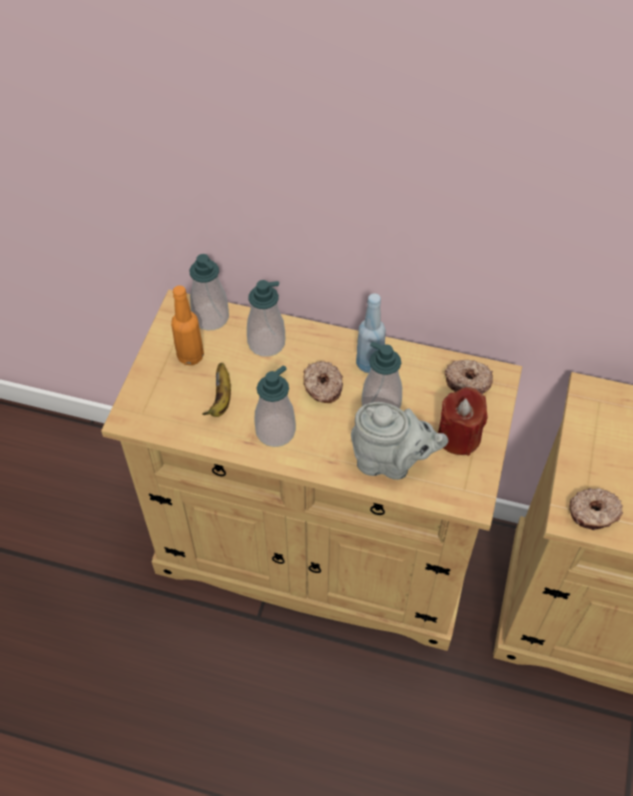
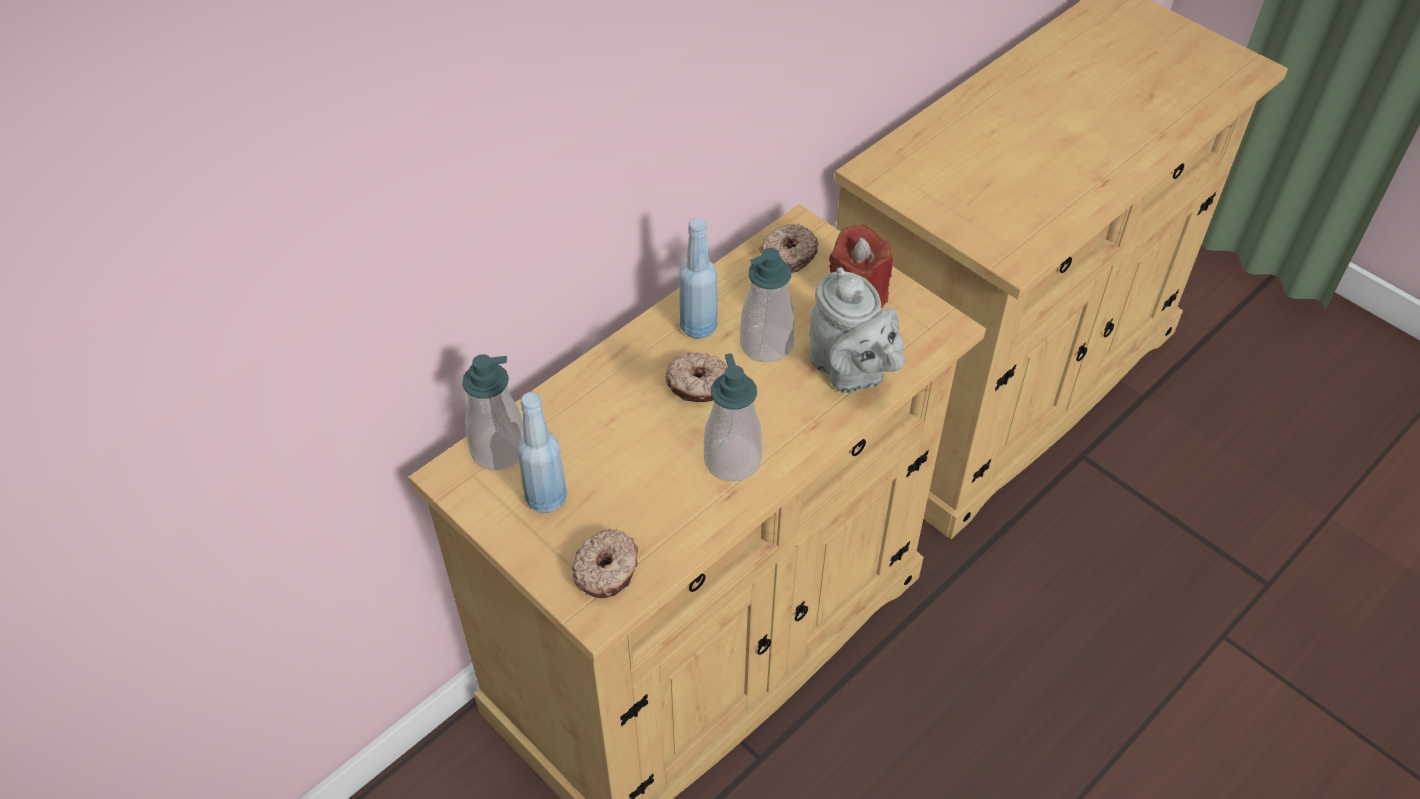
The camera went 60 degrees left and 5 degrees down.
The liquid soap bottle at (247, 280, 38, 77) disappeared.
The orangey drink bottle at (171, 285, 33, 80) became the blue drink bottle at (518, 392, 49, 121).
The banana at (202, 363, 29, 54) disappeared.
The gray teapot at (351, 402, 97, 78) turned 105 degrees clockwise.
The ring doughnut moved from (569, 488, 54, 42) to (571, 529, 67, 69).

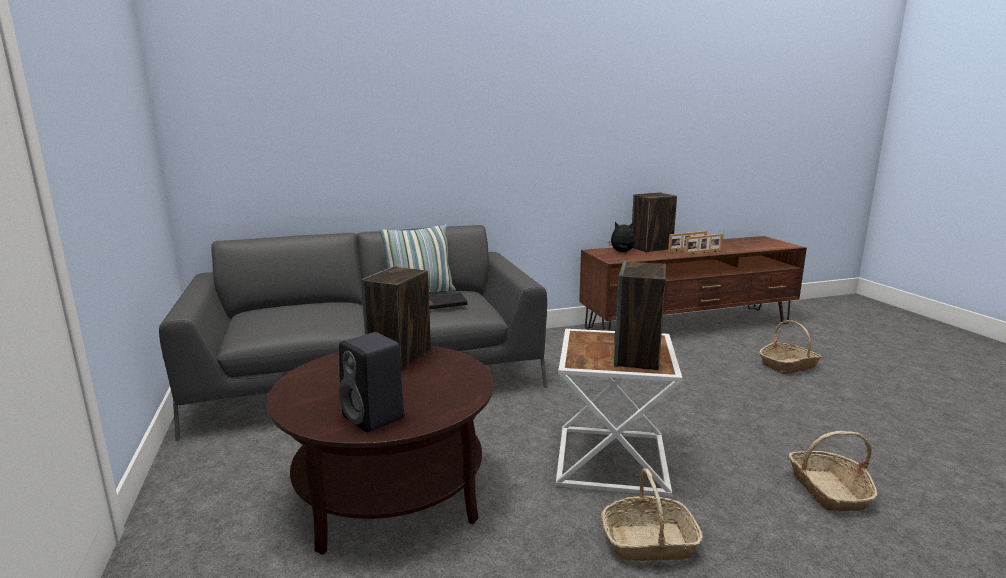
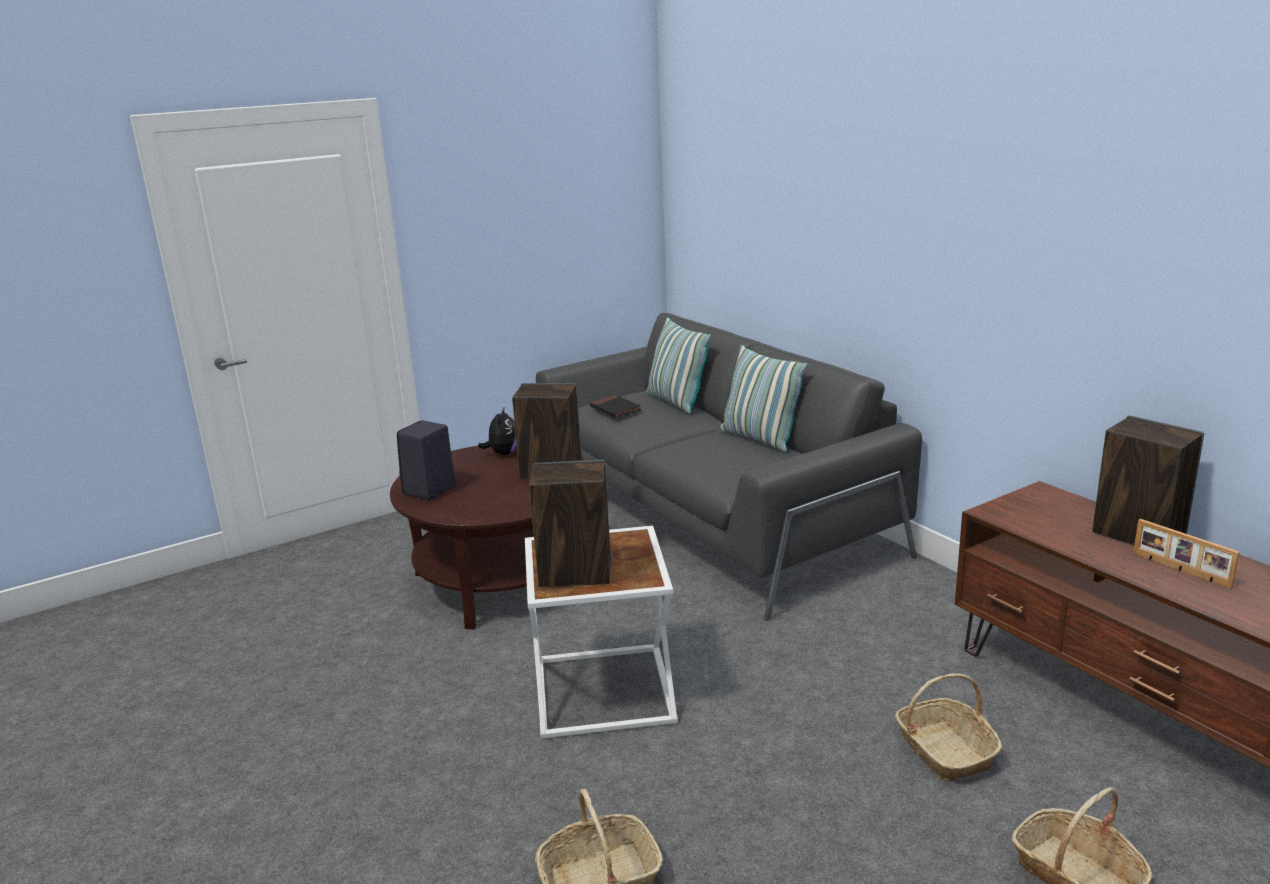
The camera went 75 degrees right and 5 degrees up.
The plush toy moved from (608, 222, 27, 30) to (478, 408, 39, 47).
The standing frame at (685, 234, 38, 21) disappeared.
The black book moved from (429, 292, 38, 18) to (590, 395, 51, 23).
The storage basket moved from (601, 469, 102, 92) to (895, 674, 108, 108).
The cushion at (646, 317, 65, 97) appeared.

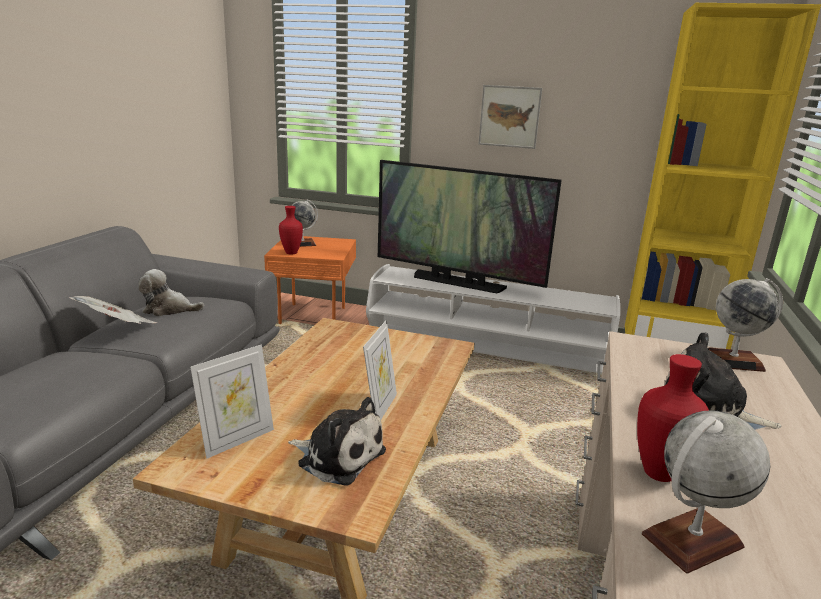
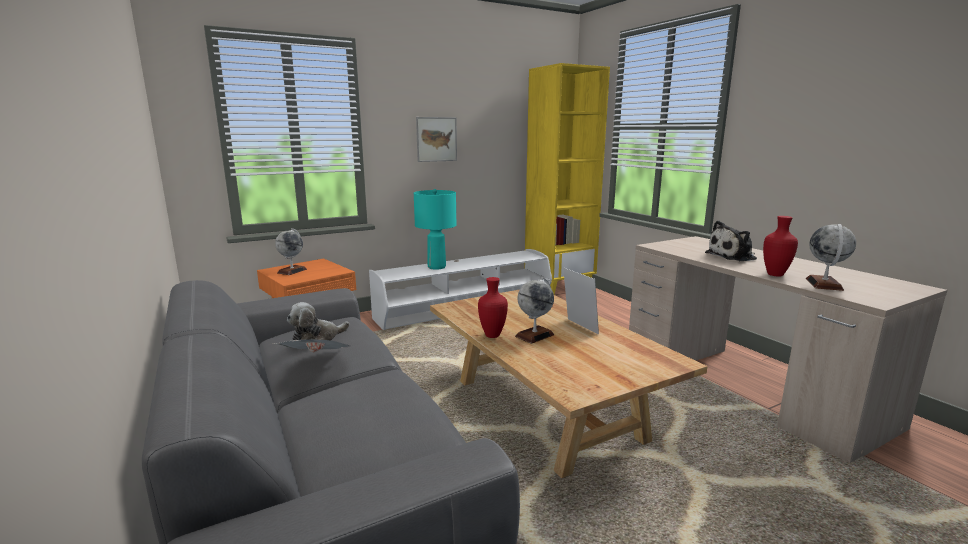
The camera went 45 degrees left and 5 degrees down.
The TV set at (378, 160, 184, 133) was replaced by the blue-green table lamp at (414, 189, 42, 81).
The red-coloured vase moved from (279, 206, 24, 48) to (478, 277, 30, 61).
The world globe moved from (708, 278, 75, 94) to (515, 277, 39, 67).
The standing frame at (190, 344, 84, 115) disappeared.
The plush toy at (288, 397, 98, 88) disappeared.

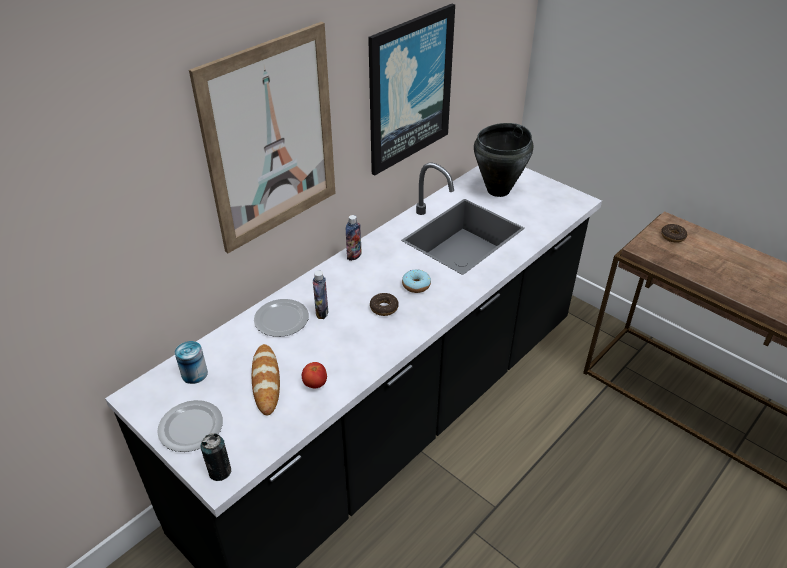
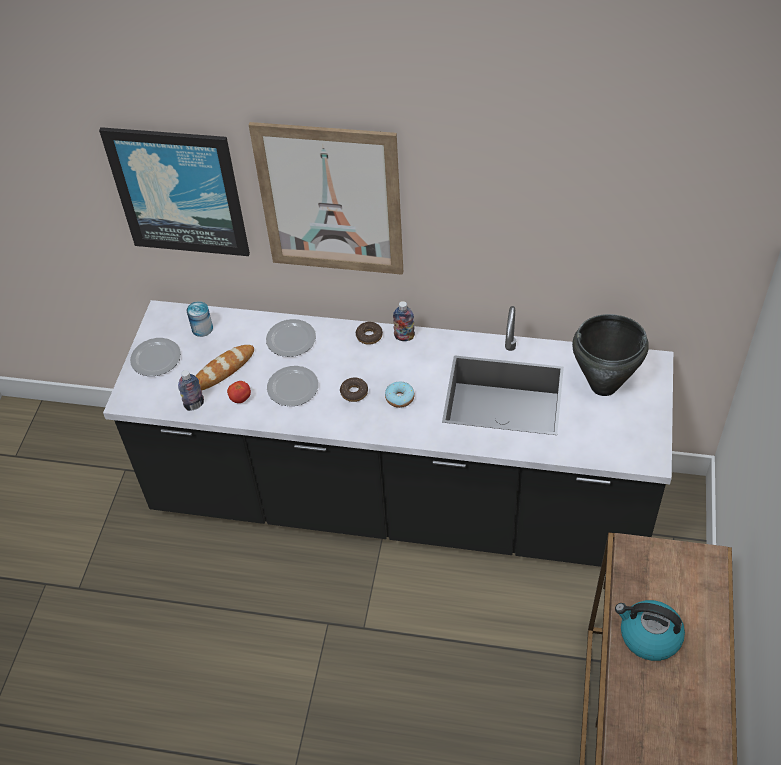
The camera went 60 degrees right and 10 degrees up.
The picture moved from (368, 4, 87, 172) to (99, 127, 151, 129).
The ring doughnut moved from (661, 224, 26, 19) to (356, 321, 27, 24).
The drink bottle moved from (313, 271, 15, 48) to (178, 370, 26, 41).
The can at (200, 433, 32, 48) disappeared.
The flat dish at (267, 366, 52, 40) appeared.
The water kettle at (615, 600, 70, 61) appeared.

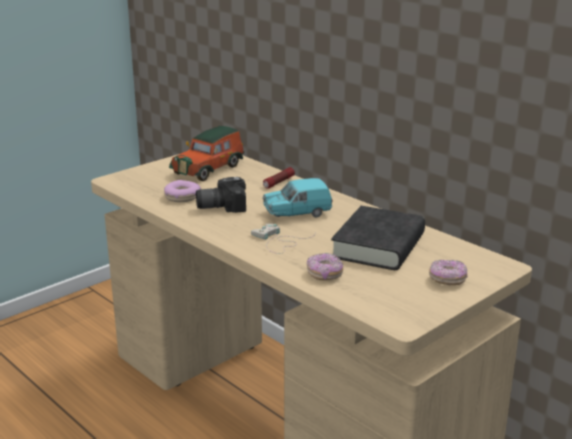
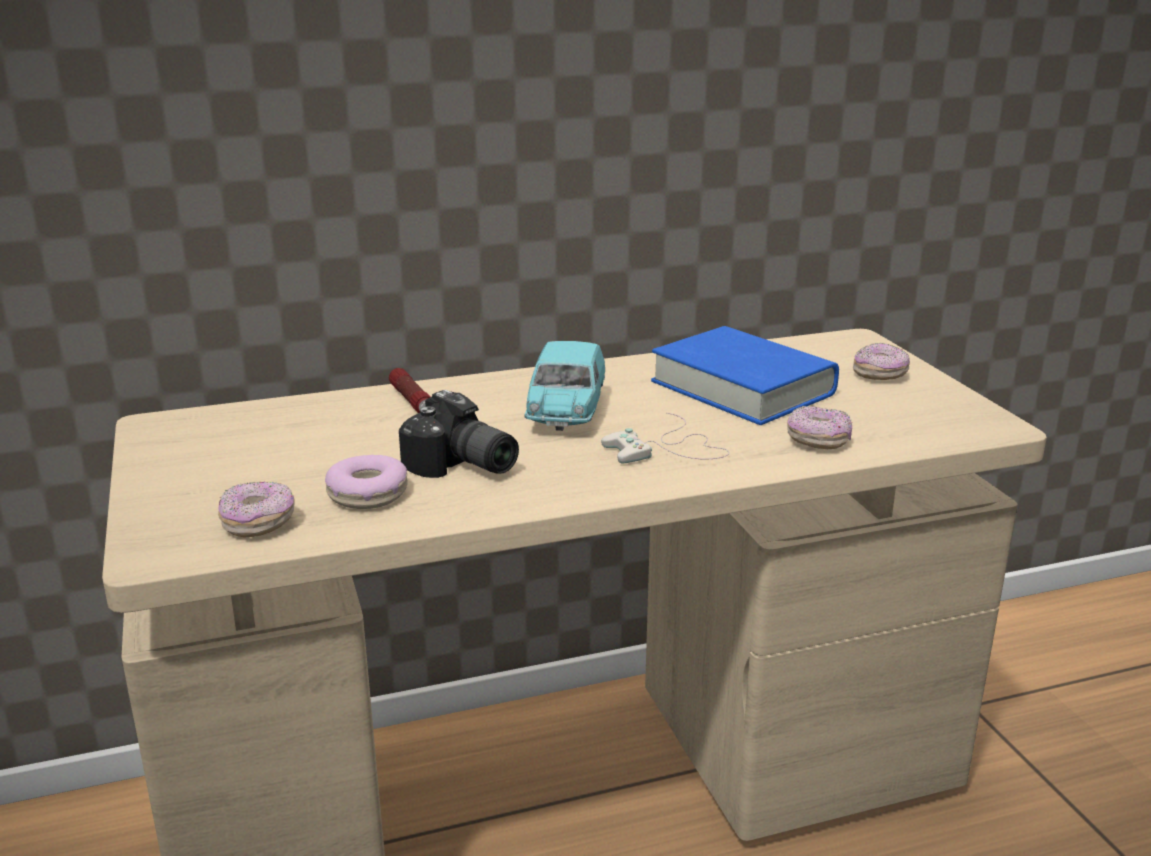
The camera went 65 degrees left and 0 degrees up.
The toy car at (169, 126, 75, 55) disappeared.
The still camera at (196, 177, 50, 36) turned 60 degrees counterclockwise.
The black book at (331, 206, 94, 64) became the blue book at (651, 326, 188, 99).
The ring doughnut at (218, 482, 77, 56) appeared.

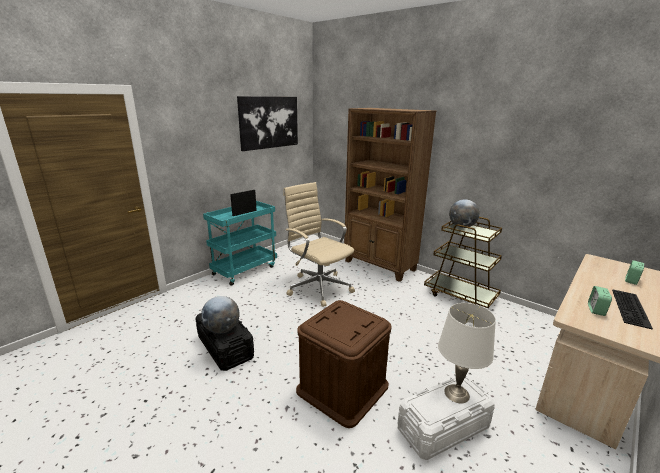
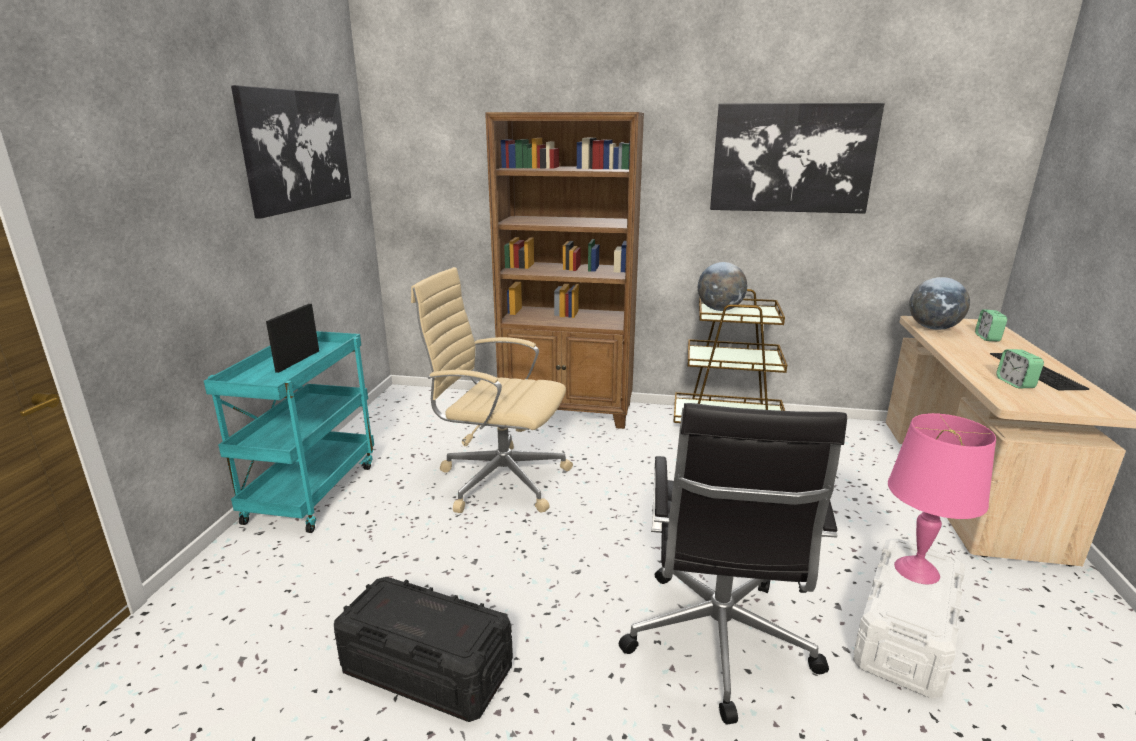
The camera went 30 degrees left and 0 degrees up.
The world globe moved from (201, 296, 39, 38) to (909, 277, 61, 53).
The brownish storage bin at (296, 300, 95, 128) was replaced by the black desk chair at (619, 403, 228, 322).
The white-coloured table lamp at (438, 303, 58, 100) became the pink table lamp at (888, 413, 108, 171).
The picture at (710, 103, 174, 110) appeared.

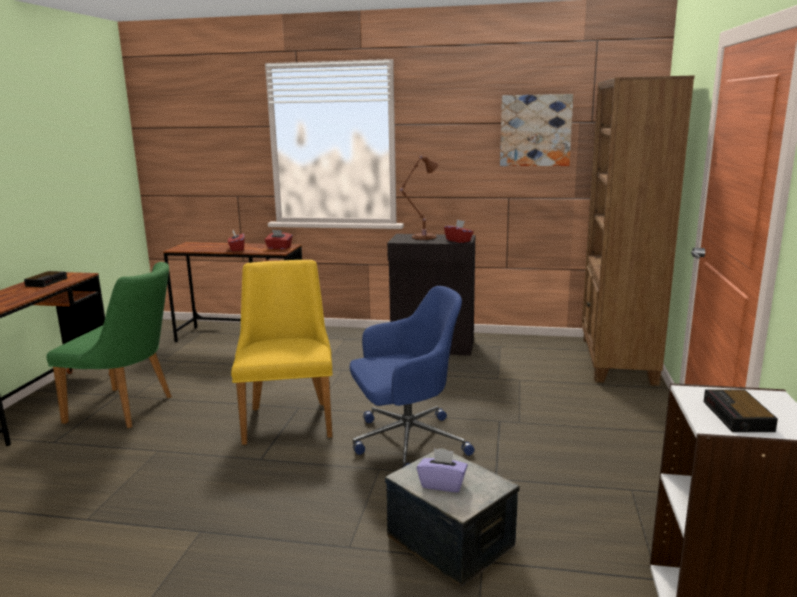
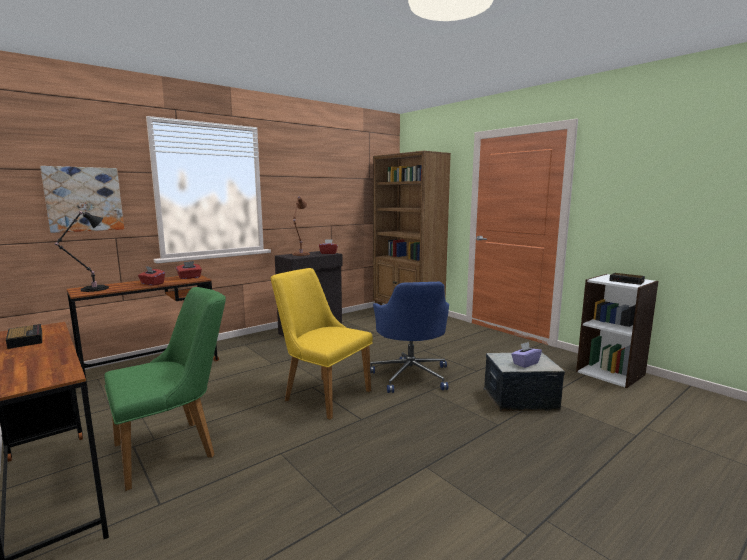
The camera went 50 degrees left and 5 degrees down.
The picture moved from (500, 94, 74, 72) to (40, 166, 84, 67).
The blue desk chair at (350, 286, 124, 181) turned 150 degrees clockwise.
The black table lamp at (55, 211, 54, 81) appeared.

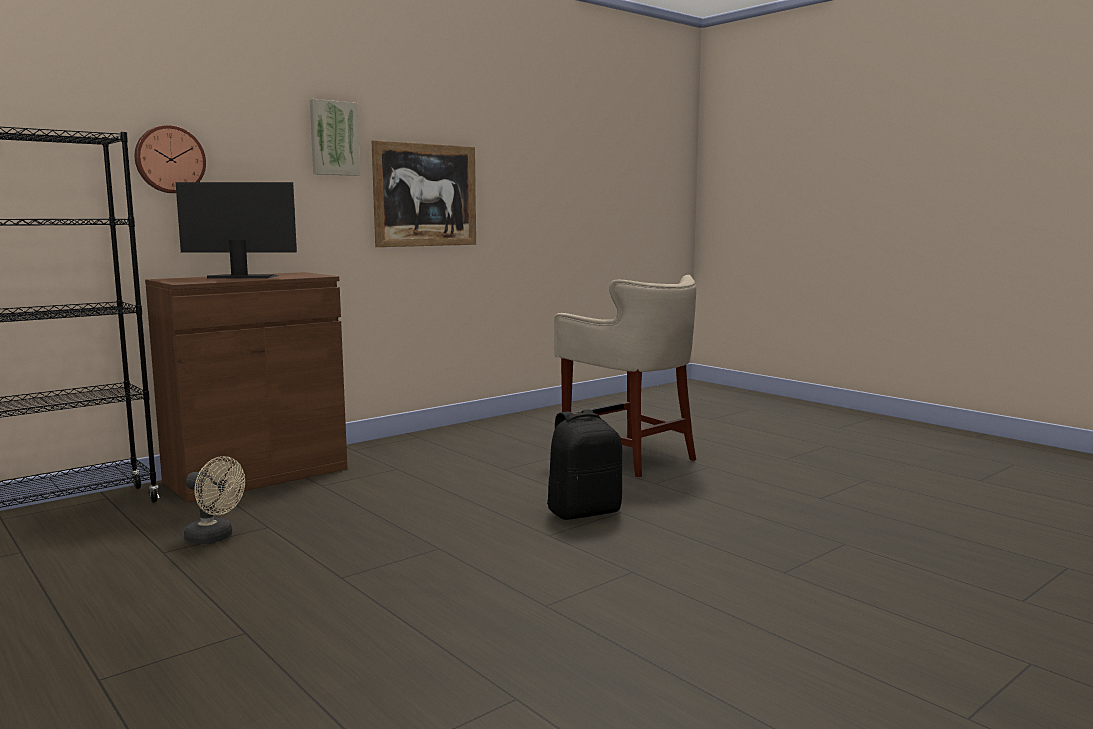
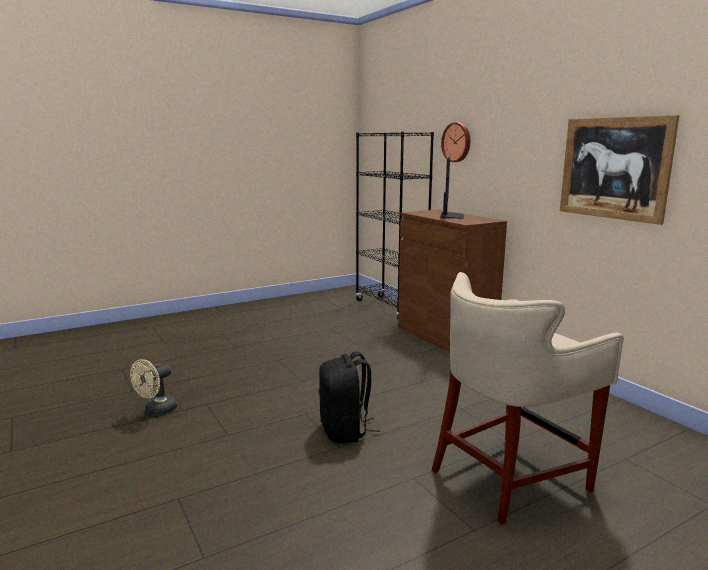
The camera went 100 degrees right and 5 degrees up.
The picture at (310, 99, 50, 77) disappeared.
The beige-coloured fan moved from (184, 456, 61, 88) to (130, 359, 47, 56).

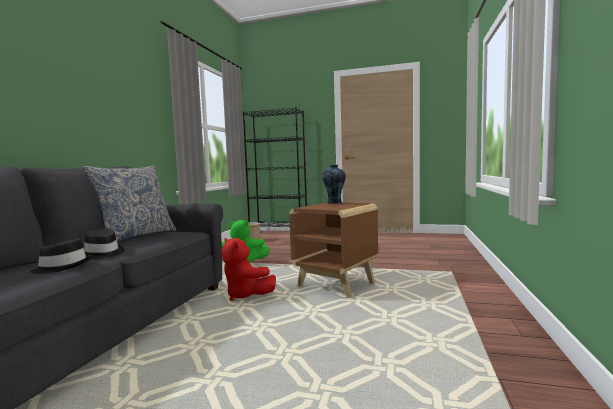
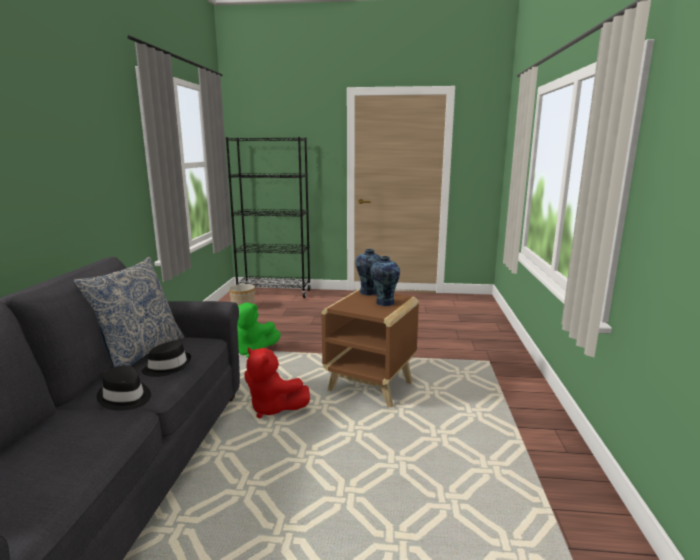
The camera went 10 degrees left and 10 degrees up.
The black hat moved from (30, 239, 62, 35) to (141, 340, 50, 37).
The vase at (370, 256, 30, 50) appeared.

